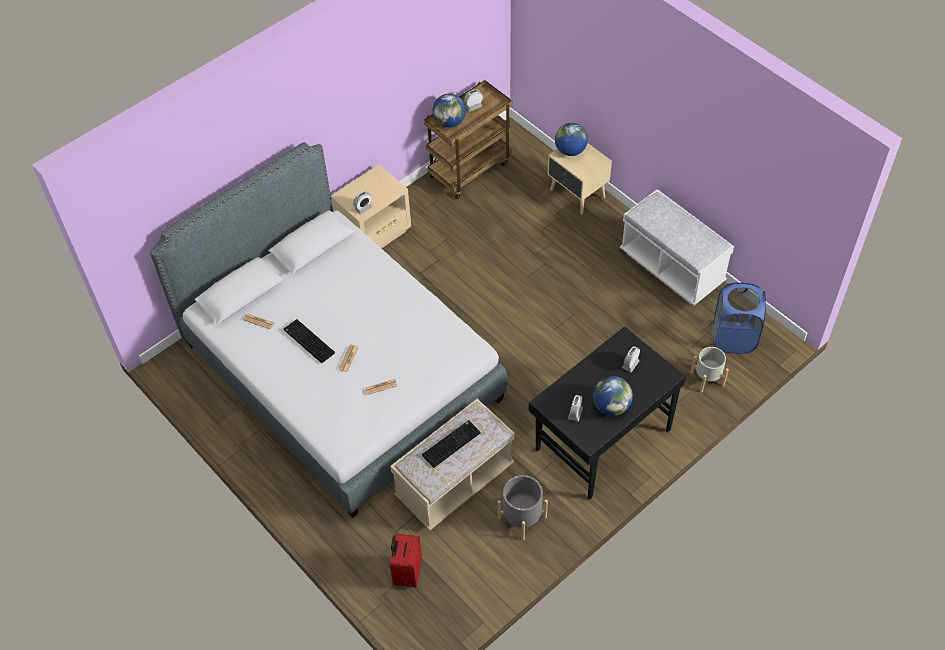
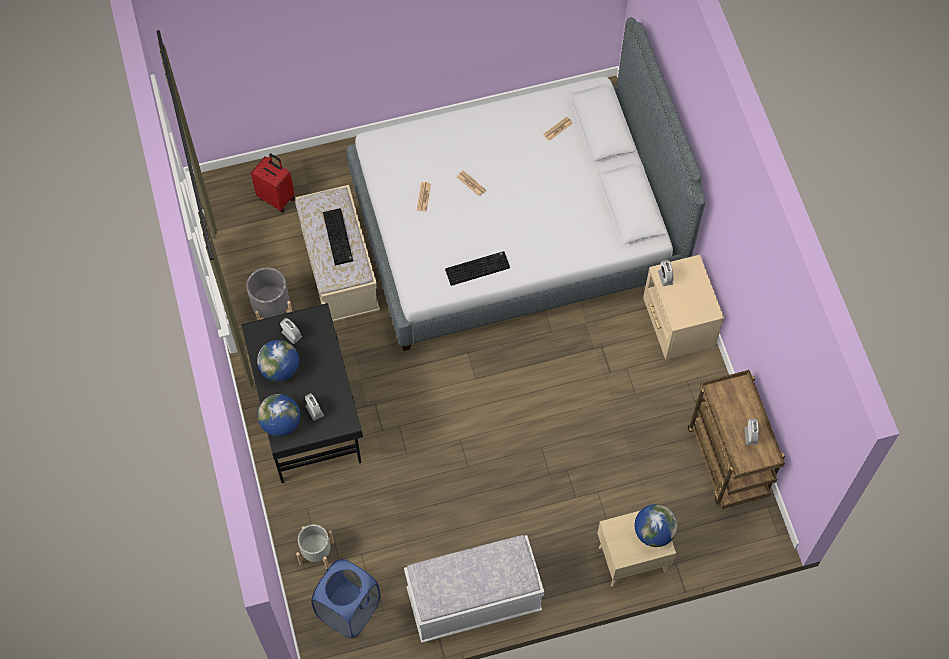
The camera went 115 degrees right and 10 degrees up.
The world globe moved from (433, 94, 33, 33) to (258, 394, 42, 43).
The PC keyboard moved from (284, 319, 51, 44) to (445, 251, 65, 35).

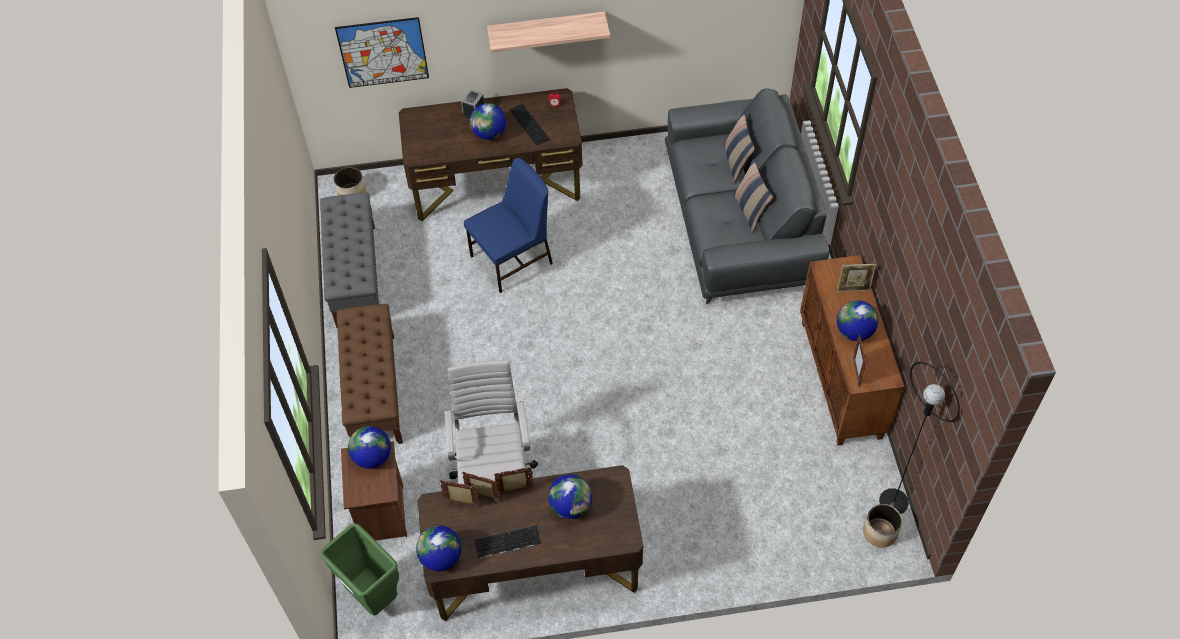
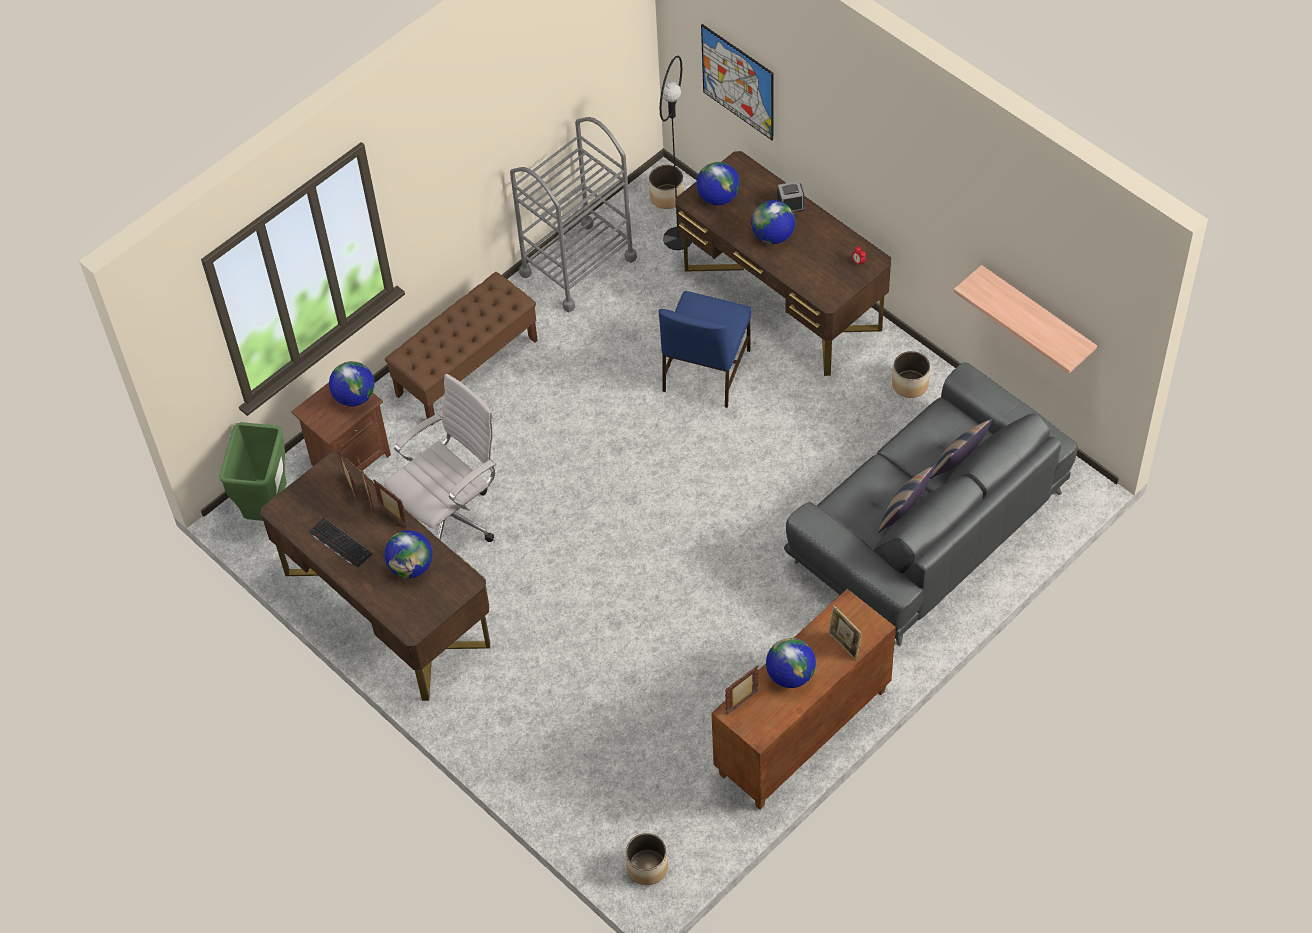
The camera went 55 degrees right and 0 degrees up.
The wall shelf moved from (487, 12, 123, 40) to (954, 265, 143, 108).
The PC keyboard at (509, 104, 41, 42) disappeared.
The blue chair at (464, 158, 89, 135) turned 90 degrees clockwise.
The gray bench at (320, 193, 59, 135) was replaced by the gray wheeled cart at (510, 117, 127, 195).
The black standing lamp moved from (879, 362, 81, 152) to (659, 55, 33, 195).
The world globe moved from (416, 526, 45, 46) to (696, 162, 44, 43).
The plant pot at (892, 351, 38, 47) appeared.

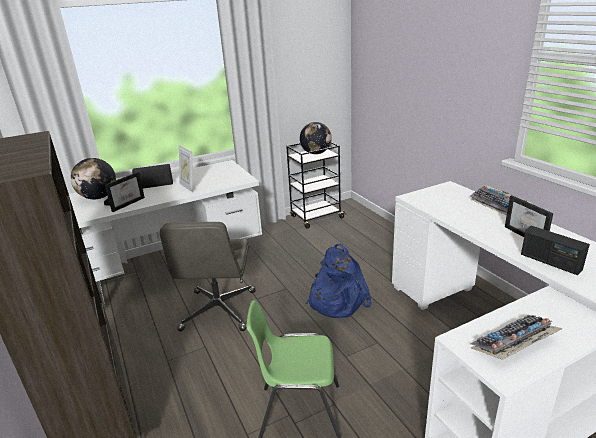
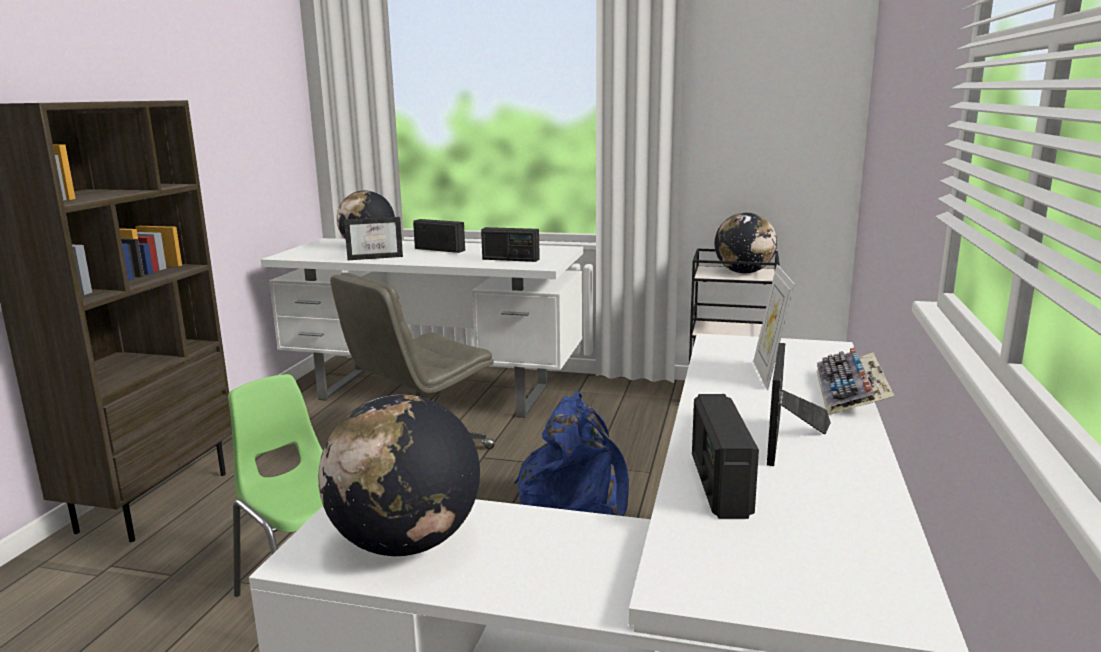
The camera went 40 degrees right and 10 degrees down.
The standing frame moved from (179, 145, 14, 47) to (753, 265, 42, 125).
The PC keyboard at (471, 315, 92, 44) was replaced by the world globe at (318, 395, 162, 161).
The radio at (481, 227, 59, 35) appeared.

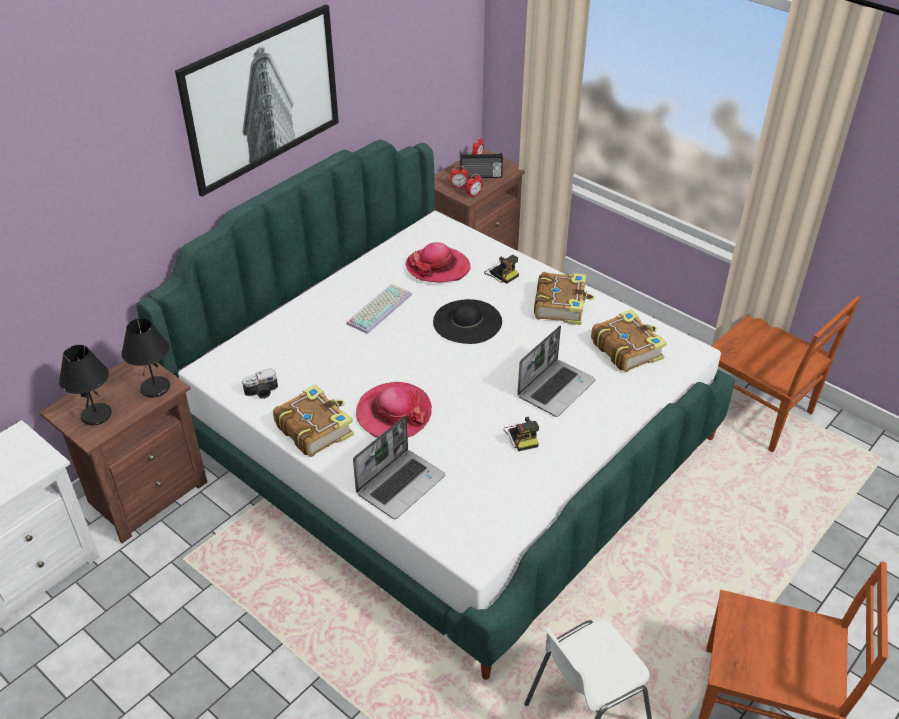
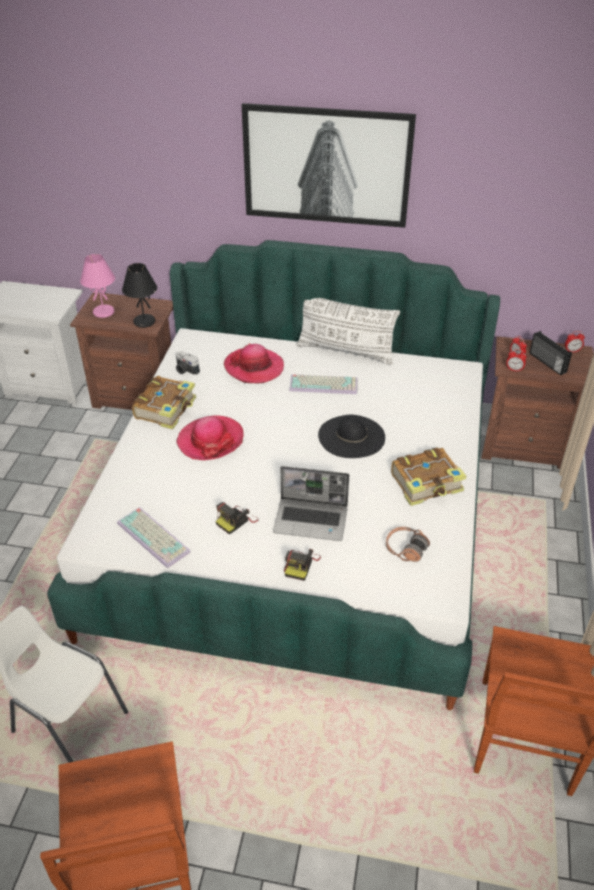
The camera went 60 degrees right and 0 degrees up.
The hat moved from (406, 242, 65, 41) to (223, 343, 61, 40).
The still camera moved from (484, 255, 35, 29) to (284, 549, 37, 32).
The book at (591, 309, 76, 63) was replaced by the pair of headphones at (386, 527, 44, 35).
The black table lamp at (59, 345, 53, 80) became the pink table lamp at (80, 254, 35, 64).
The portable computer at (353, 415, 93, 104) disappeared.
The white-coloured cushion at (297, 298, 103, 67) appeared.
The PC keyboard at (117, 507, 74, 62) appeared.

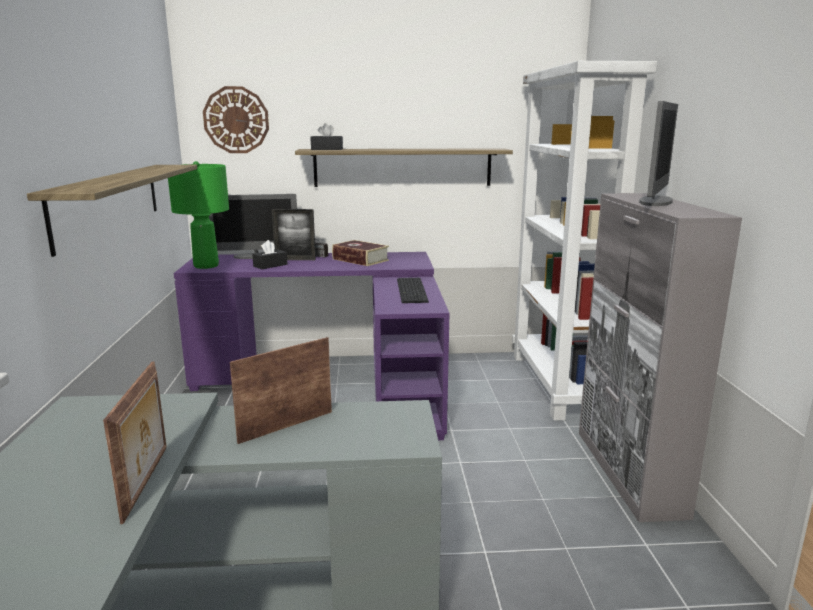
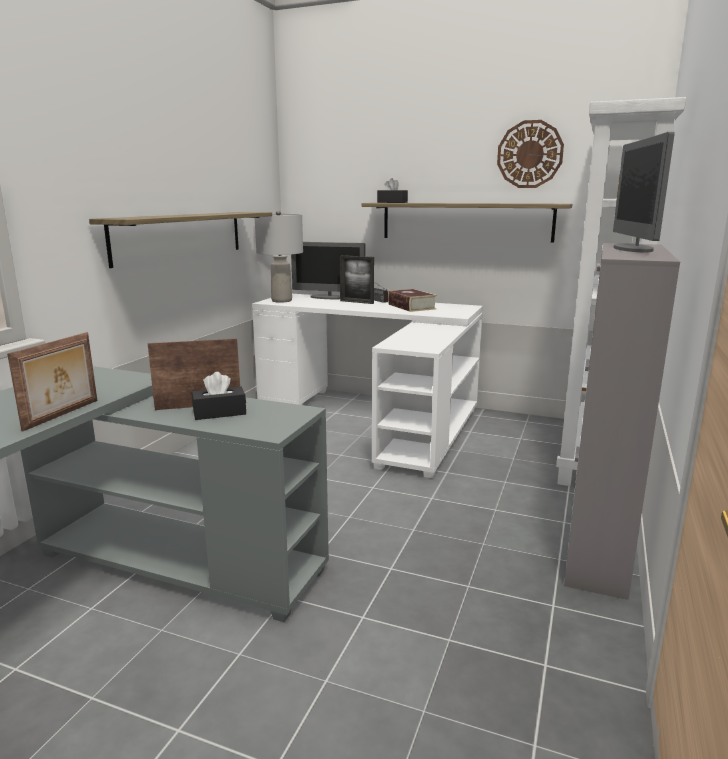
The camera went 25 degrees right and 0 degrees up.
The hanging clock moved from (203, 86, 66, 67) to (497, 120, 67, 68).
The computer screen at (639, 101, 39, 105) turned 135 degrees clockwise.
The green-coloured table lamp at (168, 161, 61, 108) became the gray table lamp at (255, 211, 48, 92).
The black box of tissues moved from (252, 240, 36, 29) to (192, 372, 54, 48).
The purplish desk table at (174, 252, 276, 188) became the white-coloured desk table at (252, 294, 231, 184).
The PC keyboard at (397, 278, 32, 25) disappeared.

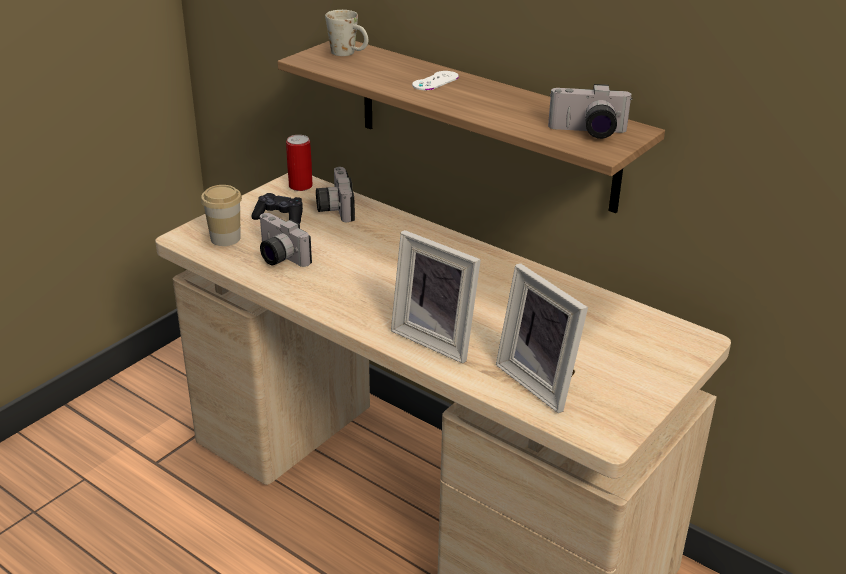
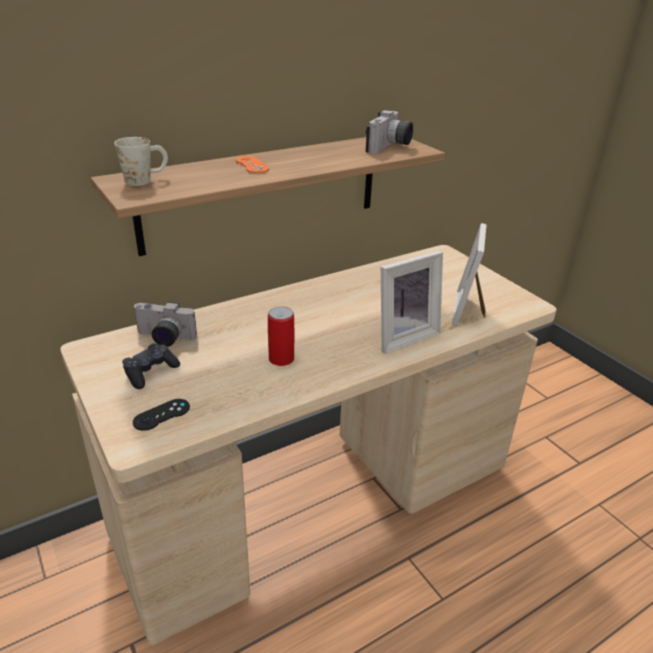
The camera went 70 degrees left and 0 degrees up.
The white-coloured gamepad at (412, 71, 47, 19) became the orangey gamepad at (235, 156, 34, 17).
The can moved from (286, 135, 27, 56) to (268, 306, 27, 60).
The drinking cup at (201, 185, 41, 61) was replaced by the black gamepad at (133, 399, 57, 32).
The still camera at (259, 213, 53, 54) disappeared.
The standing frame at (496, 263, 92, 150) turned 120 degrees clockwise.

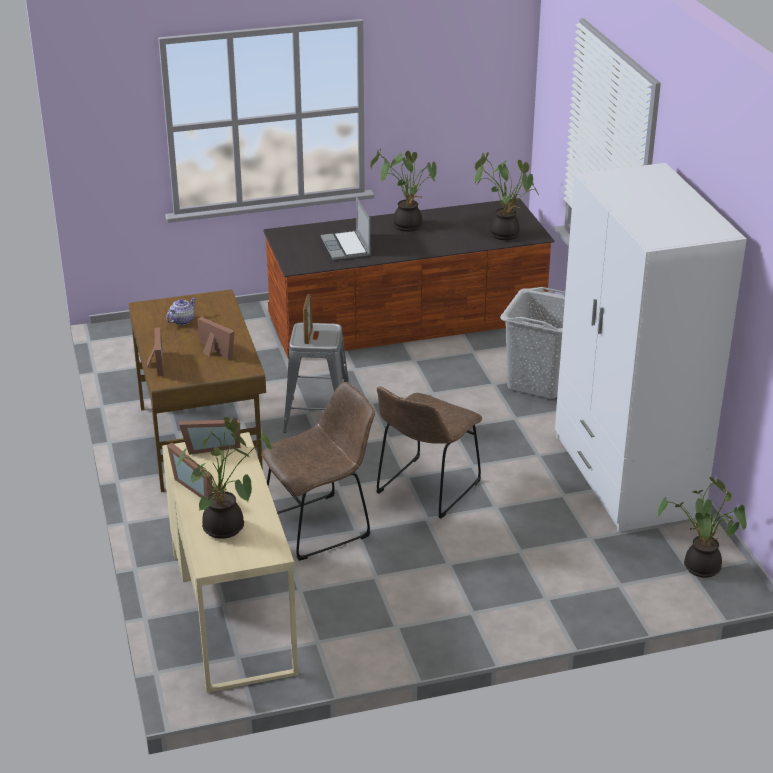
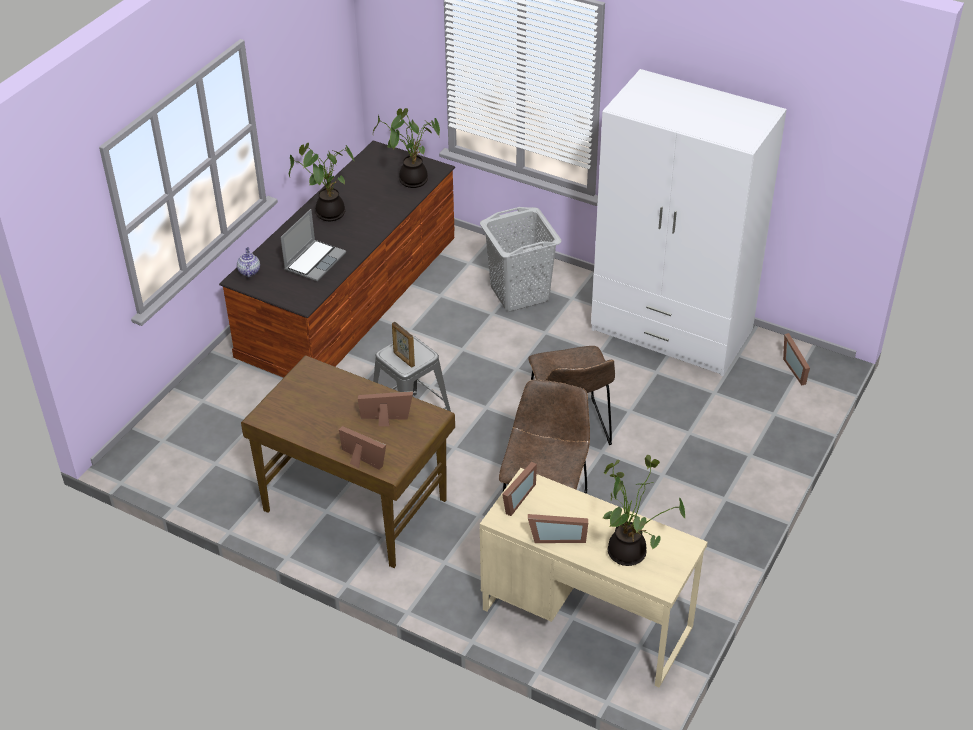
The camera went 45 degrees left and 10 degrees up.
The portable computer at (321, 197, 50, 63) turned 90 degrees counterclockwise.
The teapot moved from (166, 297, 30, 28) to (237, 247, 23, 31).
The potted plant at (657, 477, 90, 101) was replaced by the standing frame at (783, 333, 27, 52).

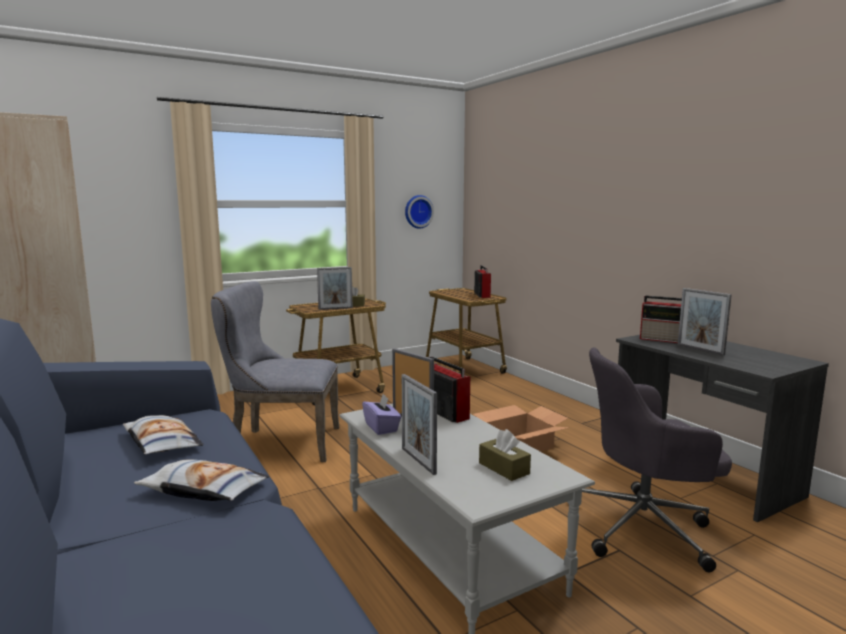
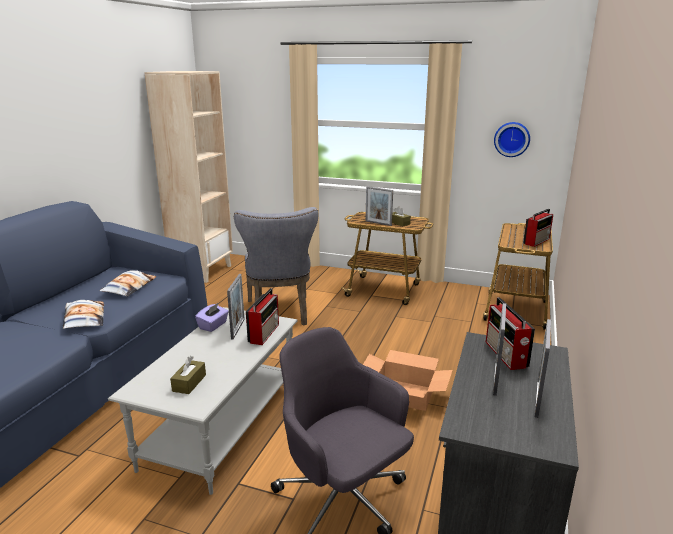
The camera went 50 degrees right and 10 degrees up.
The gray chair at (211, 281, 128, 181) turned 150 degrees counterclockwise.
The standing frame moved from (402, 374, 35, 101) to (534, 319, 17, 99).

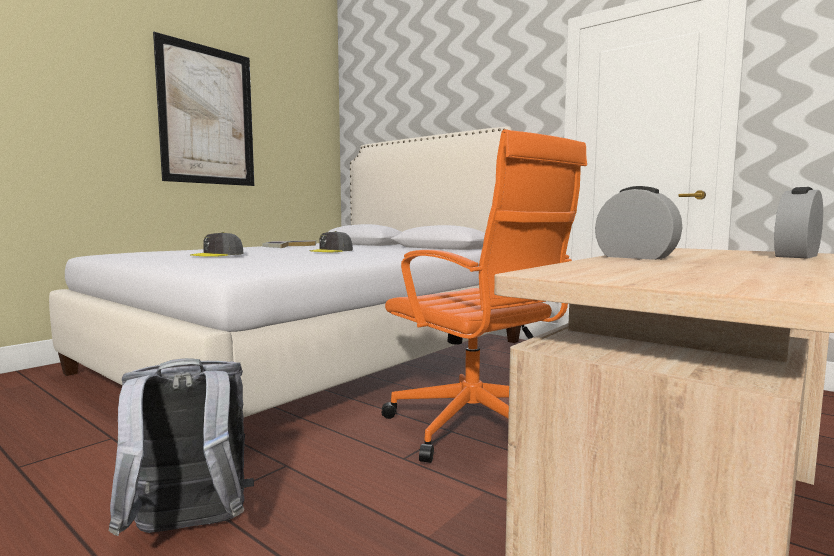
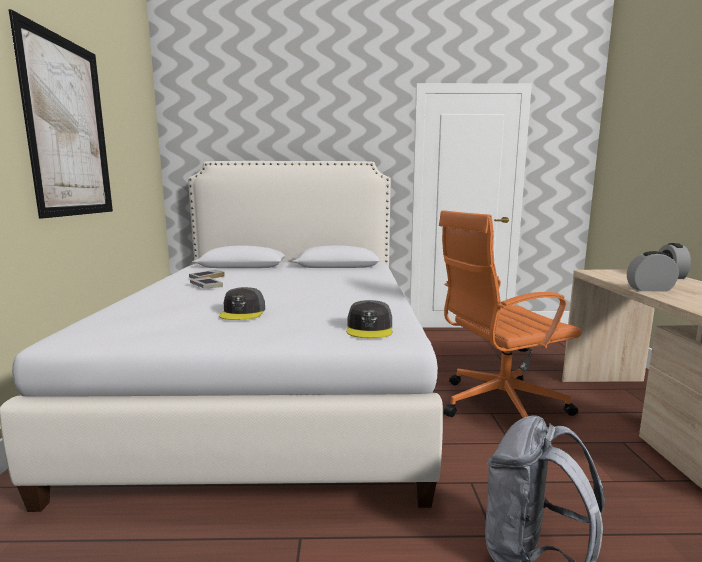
The camera went 40 degrees left and 5 degrees up.
The orangey desk chair at (382, 129, 205, 334) turned 150 degrees clockwise.
The gray cap moved from (309, 231, 44, 21) to (346, 300, 46, 38).

